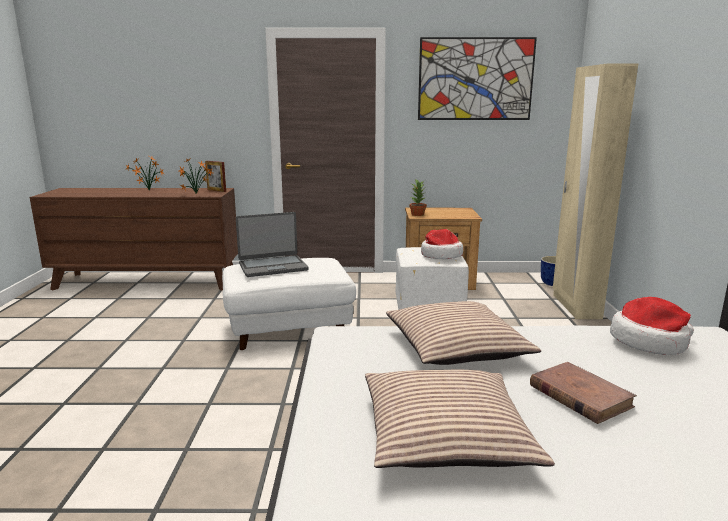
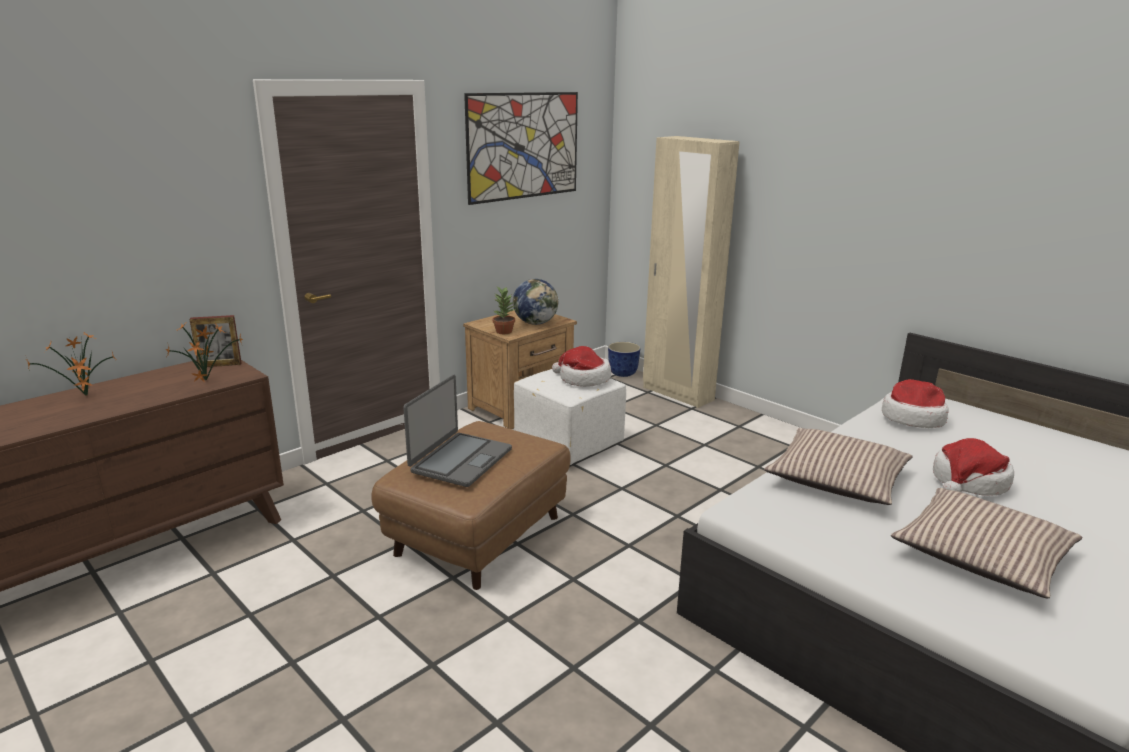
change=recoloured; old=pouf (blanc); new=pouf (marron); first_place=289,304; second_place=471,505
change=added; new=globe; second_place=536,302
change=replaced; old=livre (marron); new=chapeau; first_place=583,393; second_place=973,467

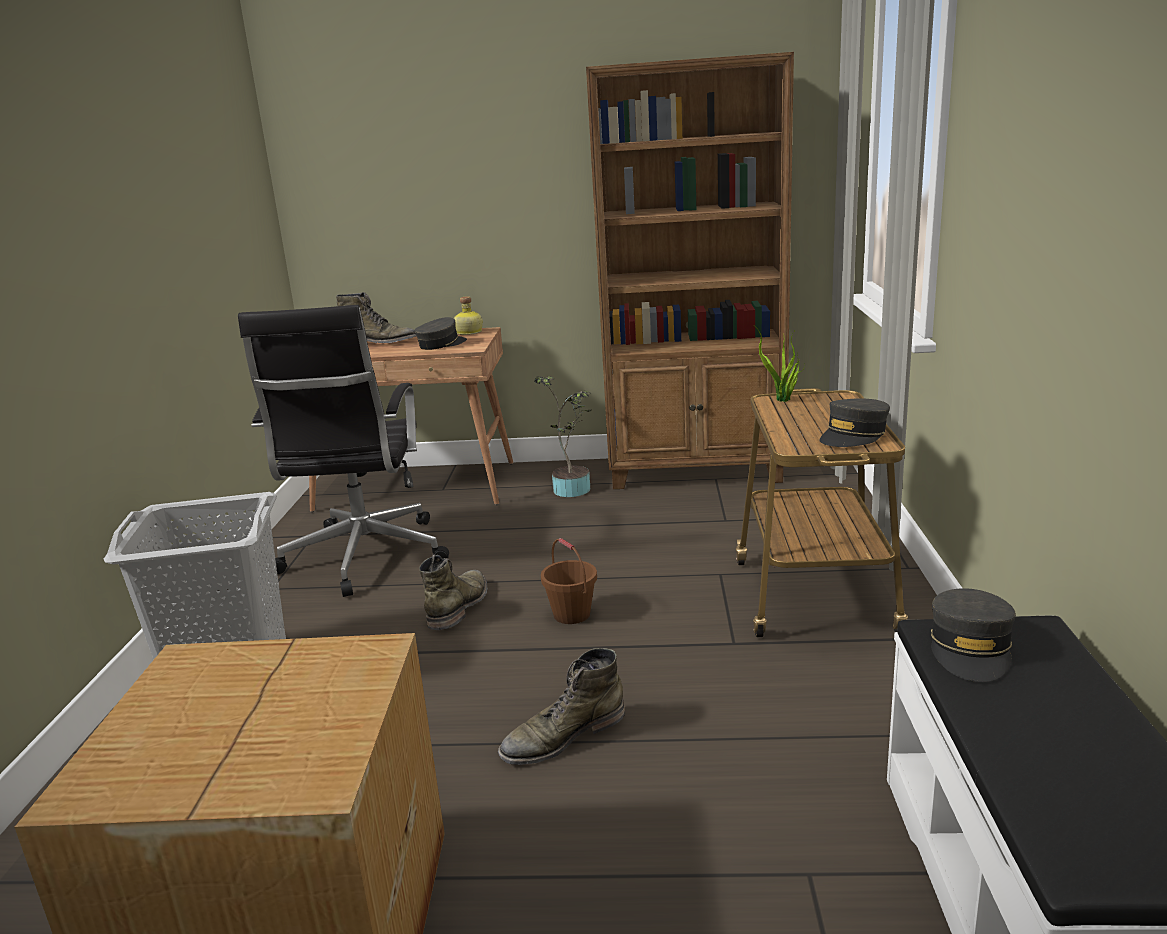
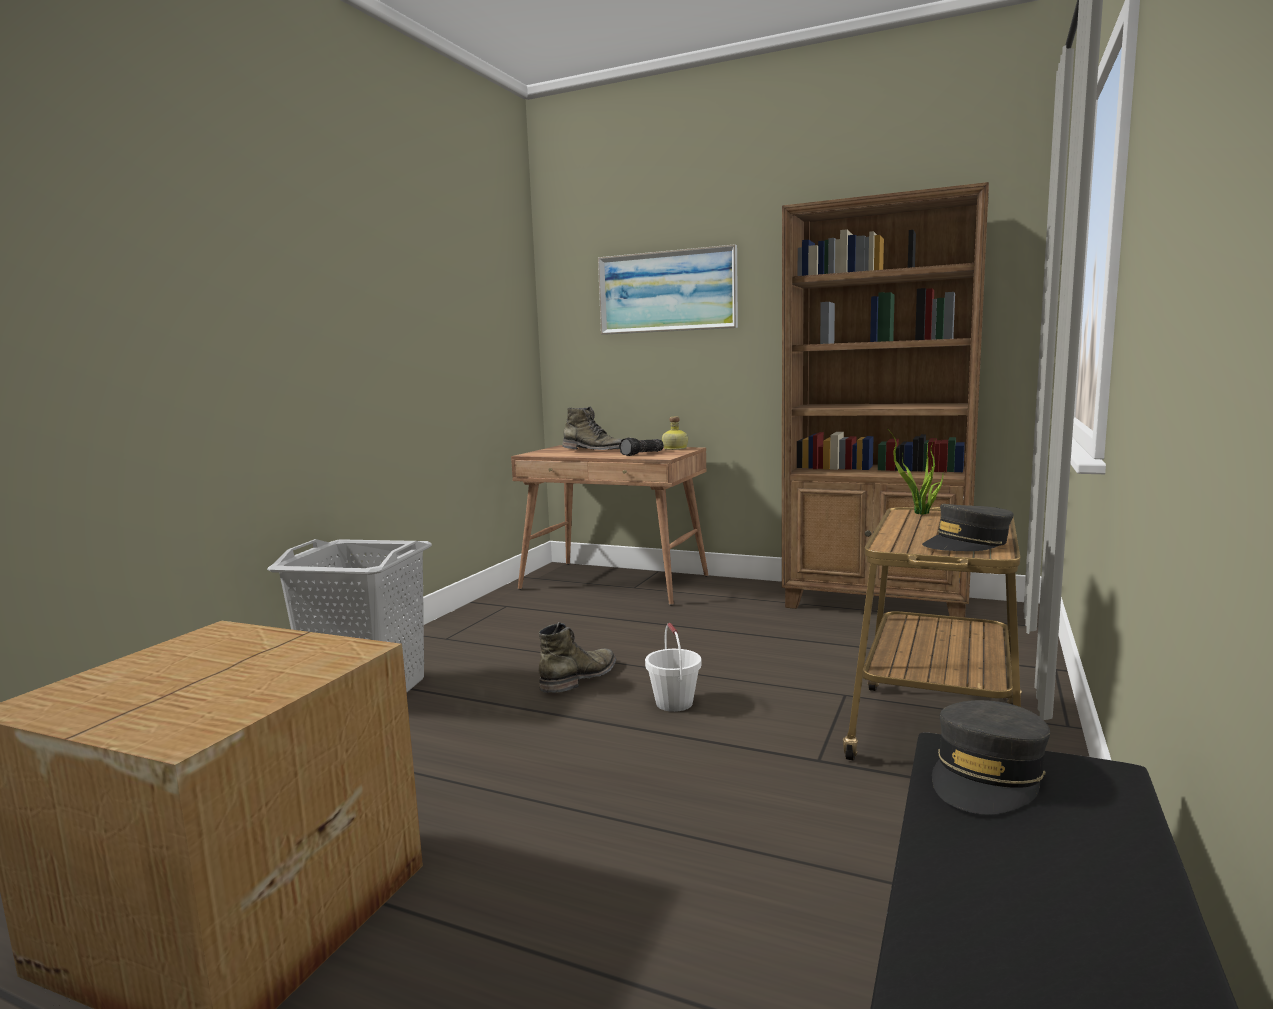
change=added; new=tableau; second_place=668,289
change=replaced; old=casquette (gris); new=lampe de poche; first_place=440,333; second_place=641,447
change=recoloured; old=seau (marron); new=seau (blanc); first_place=569,581; second_place=673,667
change=removed; old=chaise de bureau (noir); first_place=343,451
change=removed; old=botte (vert); first_place=561,706
change=removed; old=plante en pot; first_place=562,436

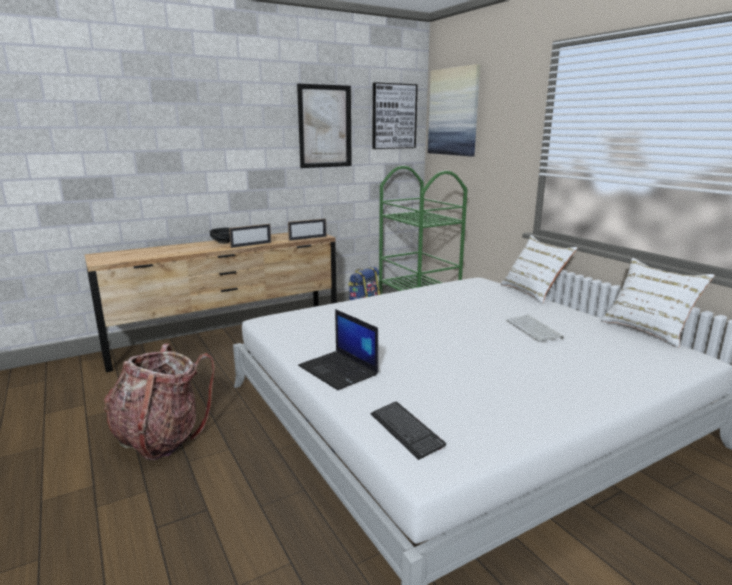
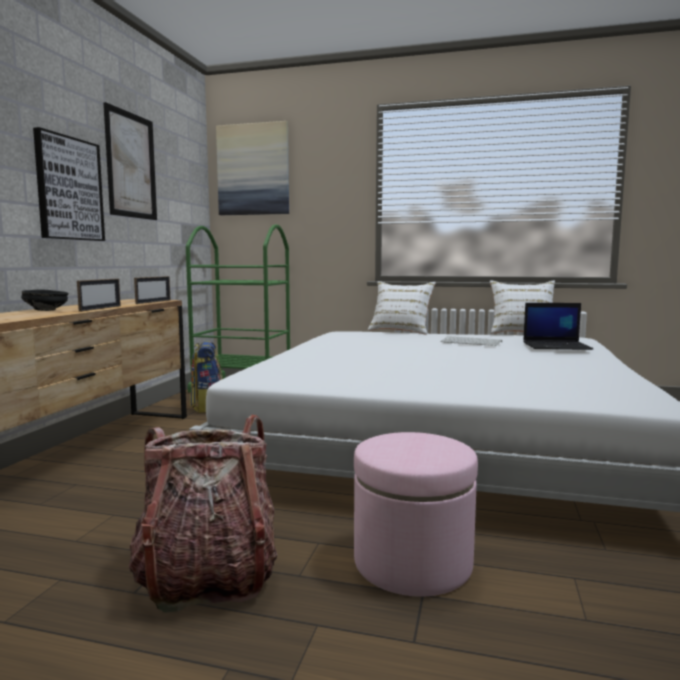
change=moved; old=tableau; first_place=395,115; second_place=69,184
change=added; new=pouf (rose); second_place=416,514
change=moved; old=ordinateur portable; first_place=338,349; second_place=558,326
change=removed; old=clavier; first_place=408,431

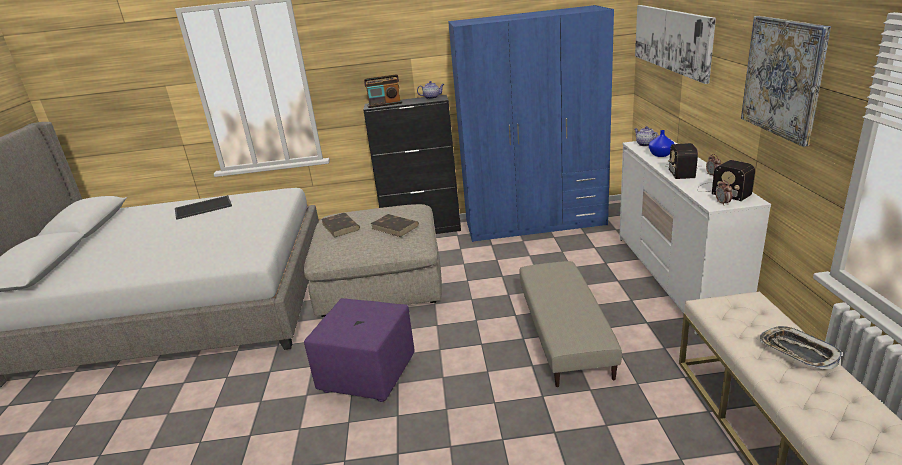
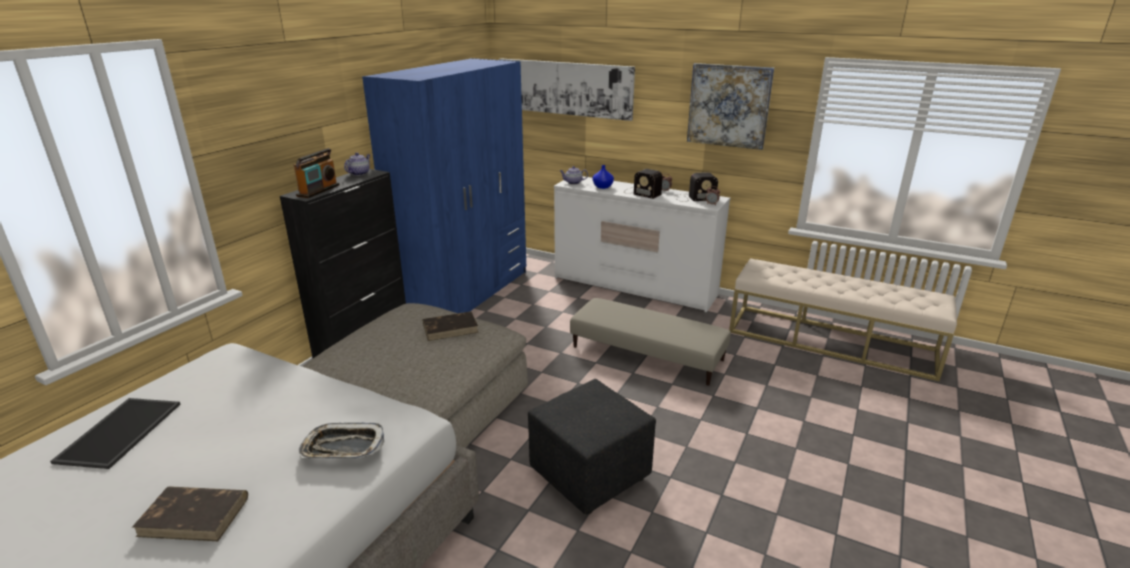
change=moved; old=livre (marron); first_place=340,225; second_place=190,513
change=moved; old=plateau; first_place=801,347; second_place=341,441
change=recoloured; old=pouf (violet); new=pouf (noir); first_place=359,350; second_place=592,446

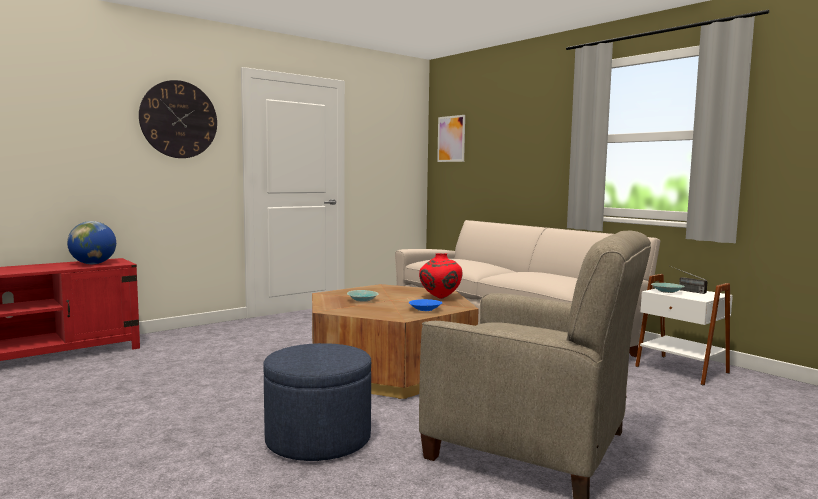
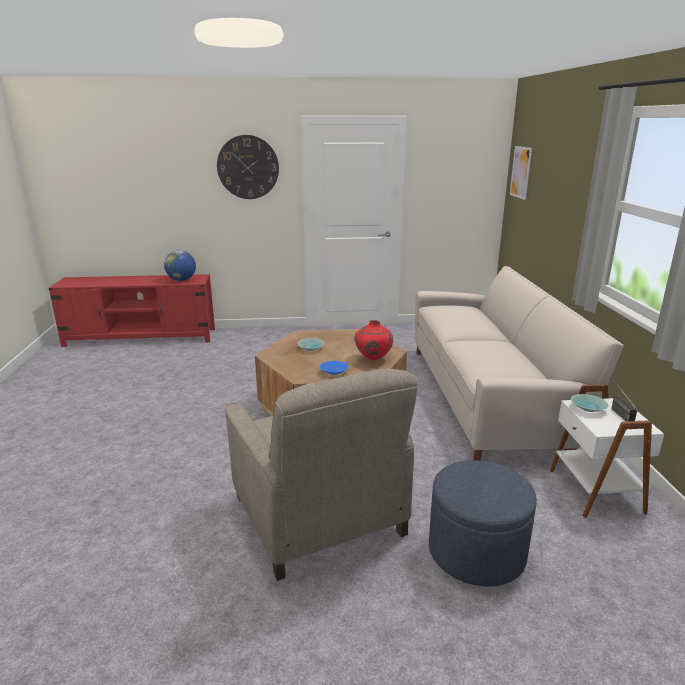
change=moved; old=pouf (bleu); first_place=317,402; second_place=483,523

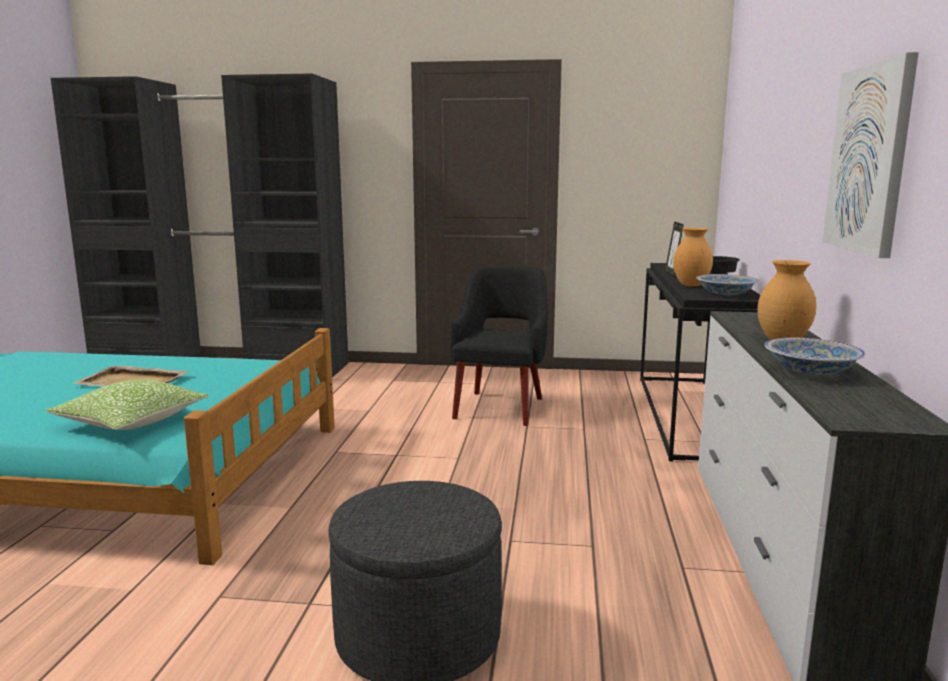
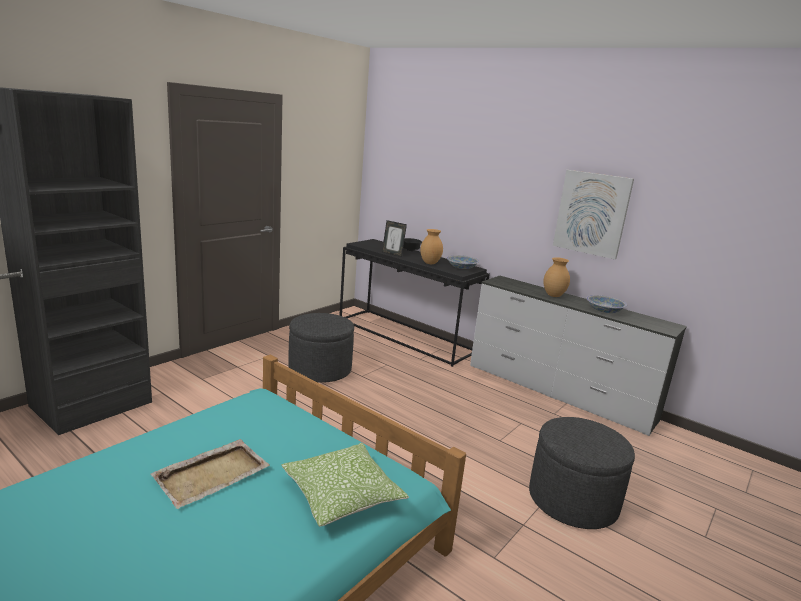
change=replaced; old=fauteuil (noir); new=pouf (gris); first_place=498,346; second_place=321,348

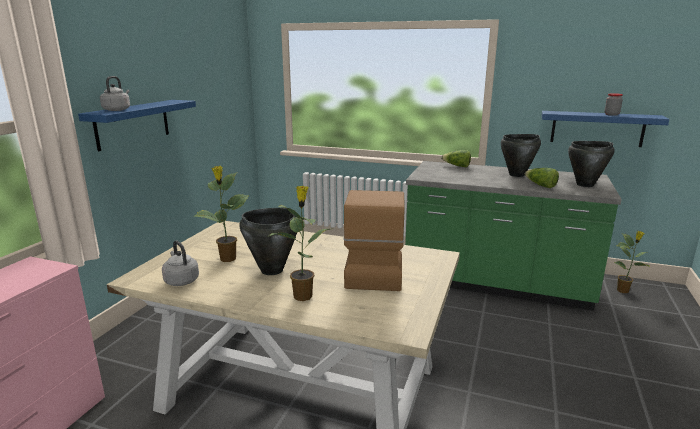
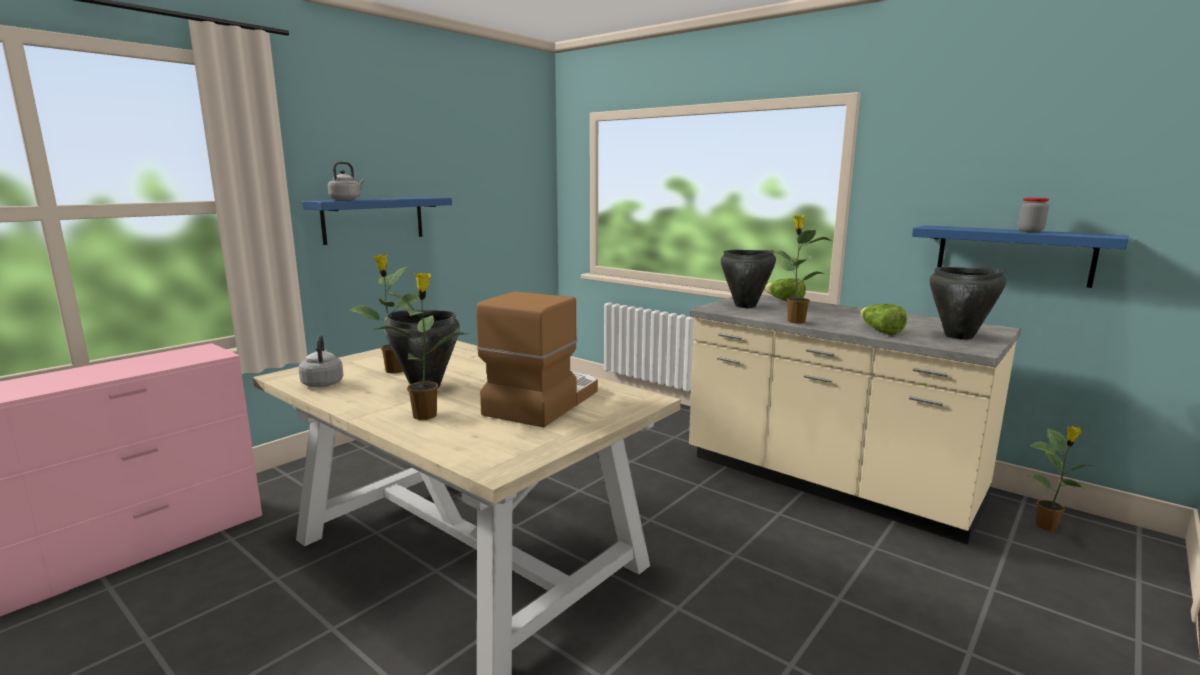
change=recoloured; old=comptoir de cuisine (vert); new=comptoir de cuisine (beige); first_place=513,236; second_place=855,420
change=moved; old=marmite (noir); first_place=521,155; second_place=748,279
change=added; new=plante en pot; second_place=802,269

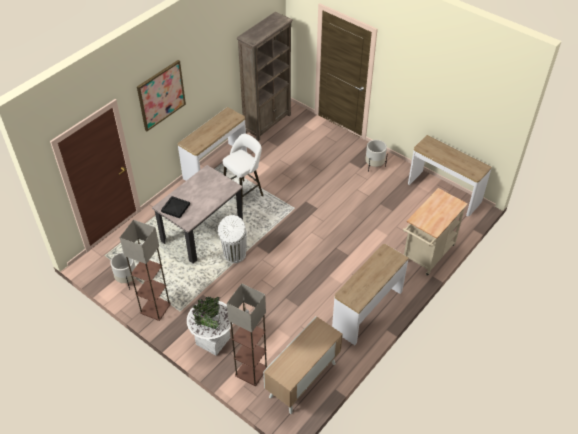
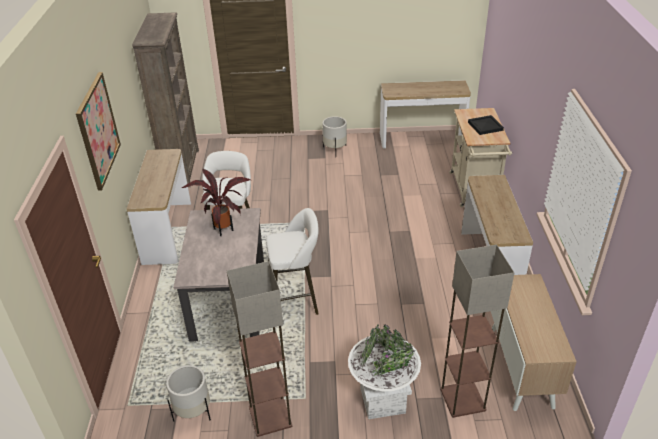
change=added; new=plante en pot; second_place=215,202
change=replaced; old=poubelle (blanc); new=tabouret (blanc); first_place=232,239; second_place=292,261
change=moved; old=plateau (noir); first_place=175,207; second_place=486,125

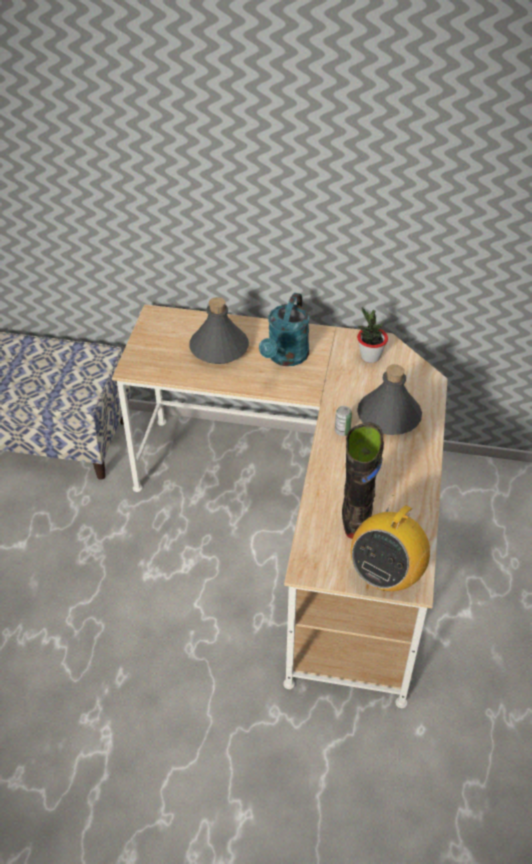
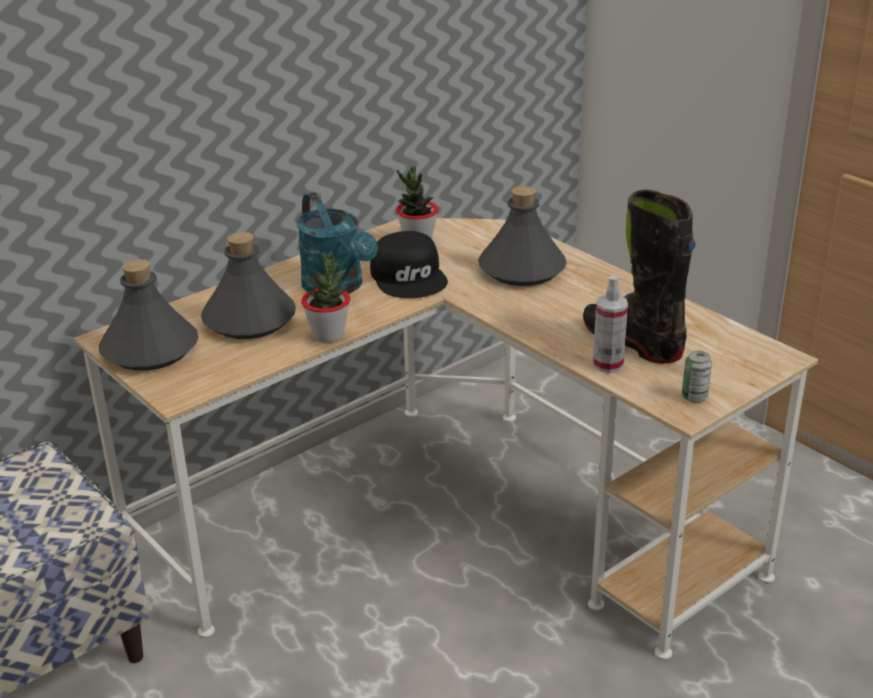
change=added; new=bouteille (gris); second_place=148,315
change=added; new=plante en pot; second_place=325,297
change=added; new=casquette (noir); second_place=409,264
change=added; new=vaporisateur; second_place=610,324
change=moved; old=boîte métallique; first_place=343,421; second_place=697,377
change=removed; old=radio; first_place=390,543

